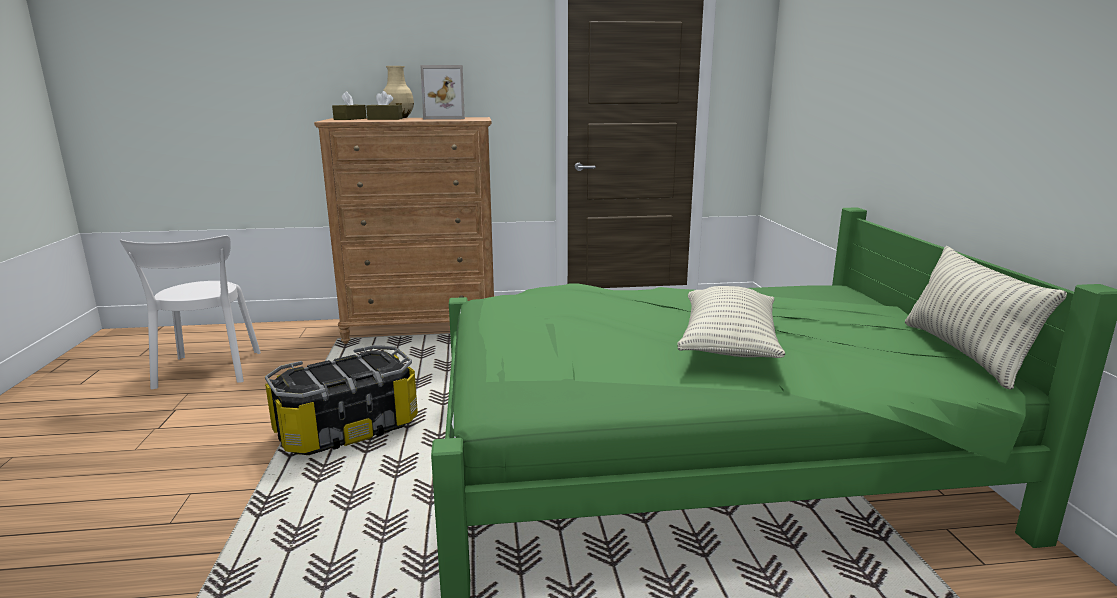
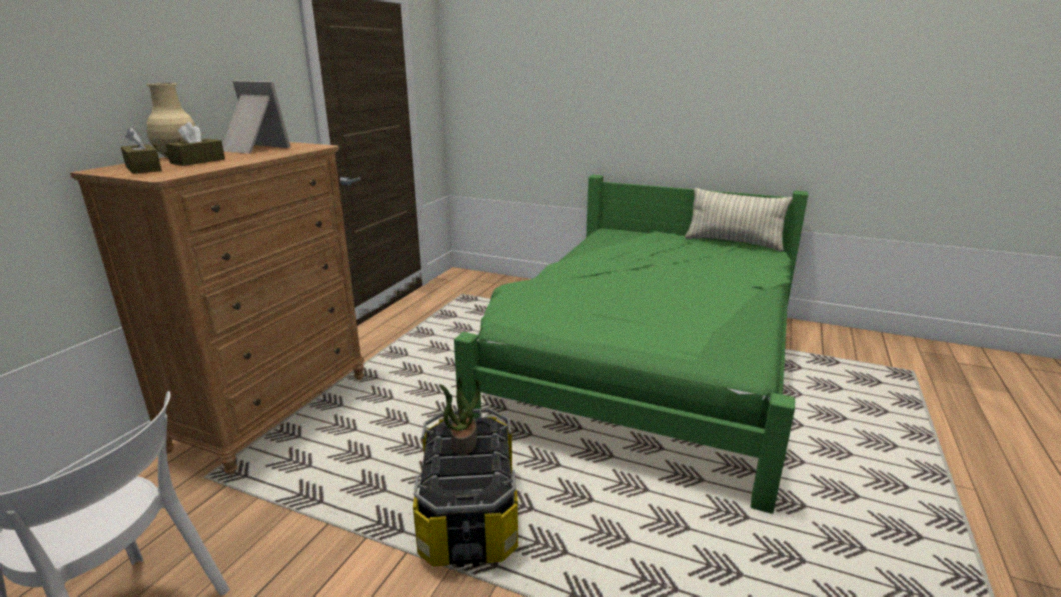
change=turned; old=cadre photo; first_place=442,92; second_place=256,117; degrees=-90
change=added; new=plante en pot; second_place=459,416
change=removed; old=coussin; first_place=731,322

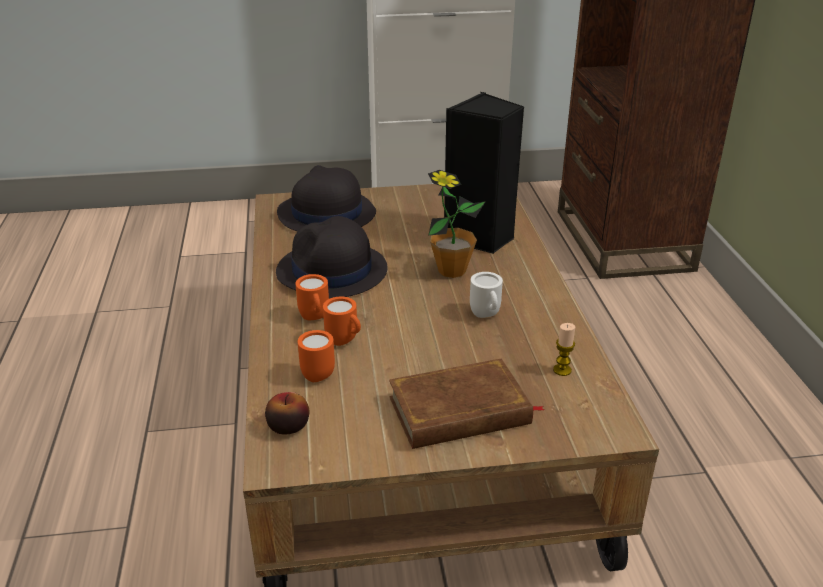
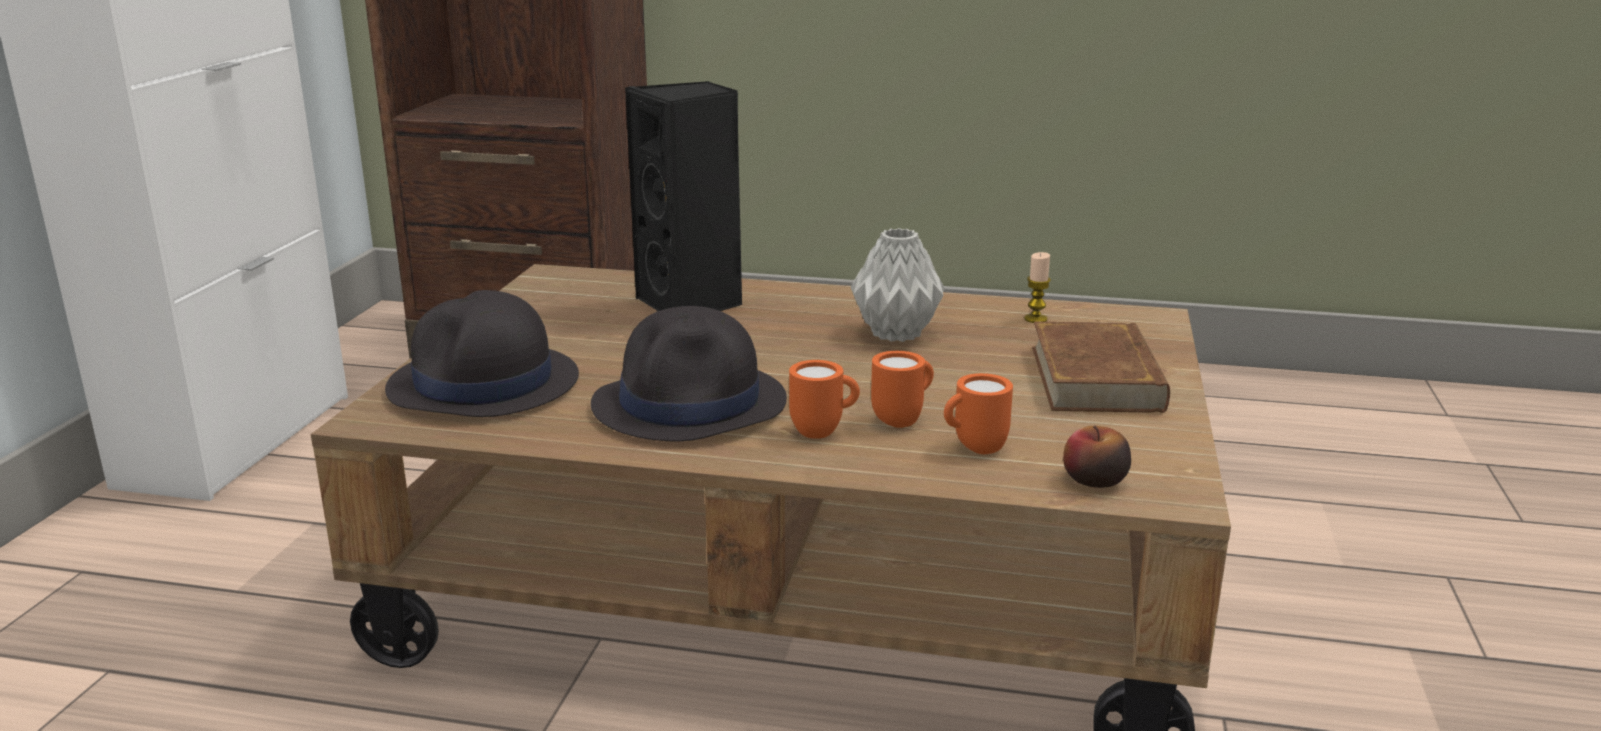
change=replaced; old=mug (blanc); new=vase (gris); first_place=486,295; second_place=898,285
change=removed; old=plante en pot; first_place=457,224

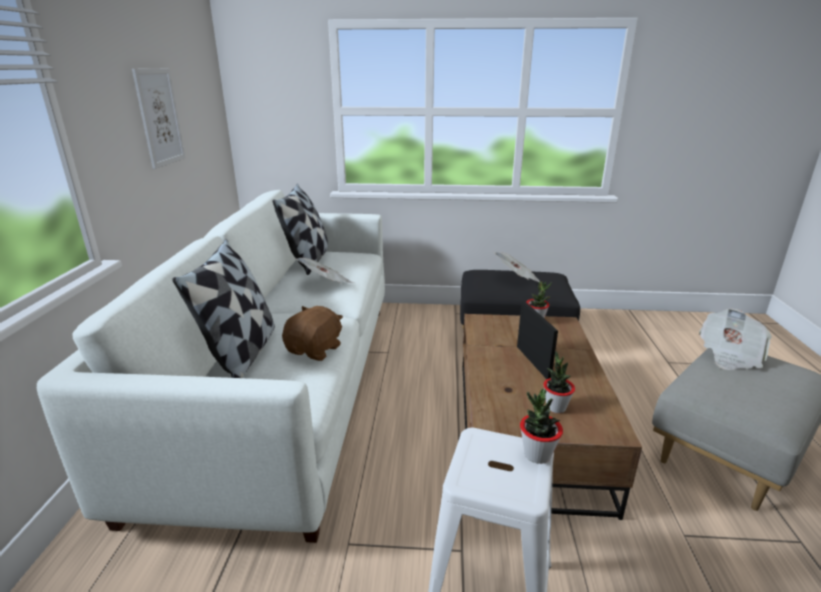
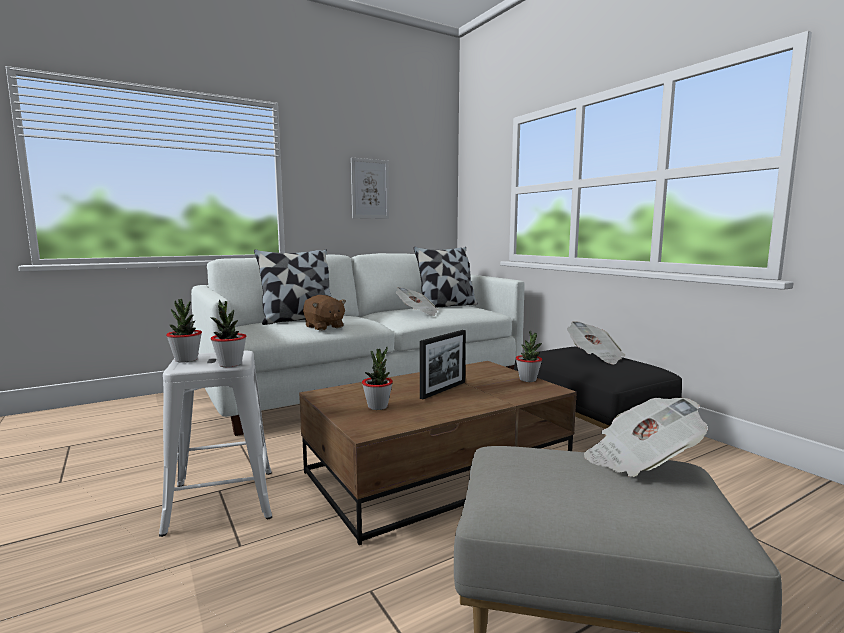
change=added; new=plante en pot; second_place=184,331
change=turned; old=peluche (marron); first_place=312,333; second_place=324,313; degrees=60

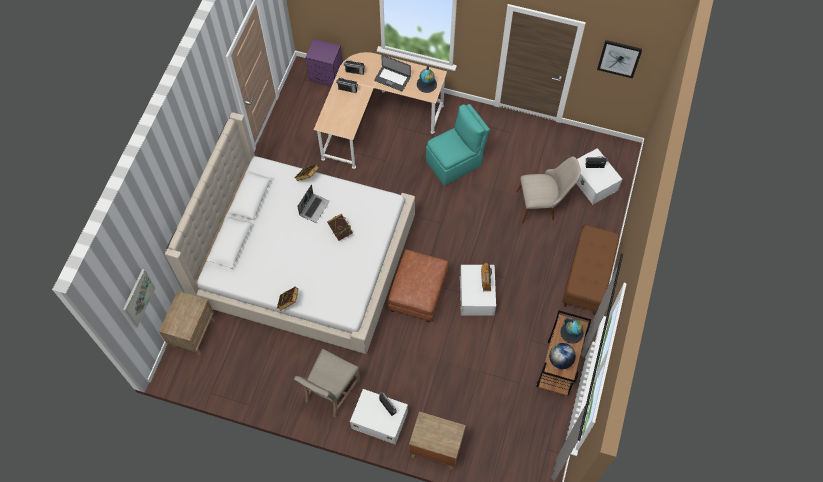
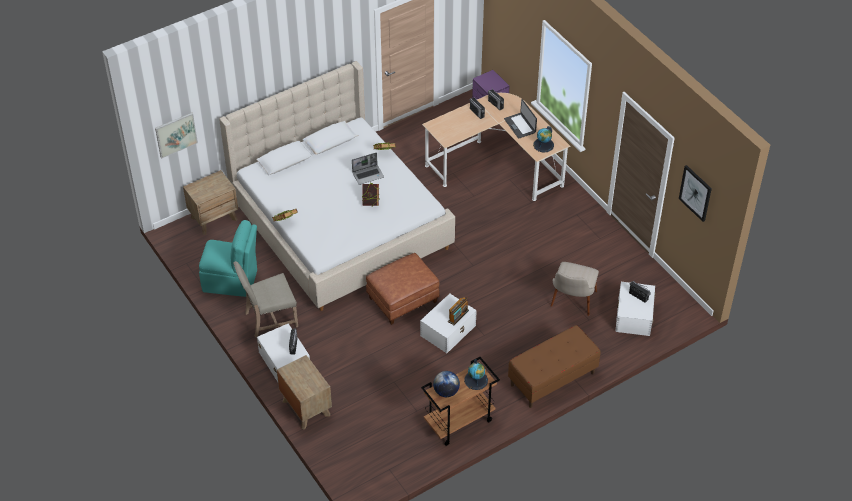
change=moved; old=chaise (turquoise); first_place=458,145; second_place=228,258
change=turned; old=chaise (beige); first_place=548,189; second_place=575,289; degrees=75

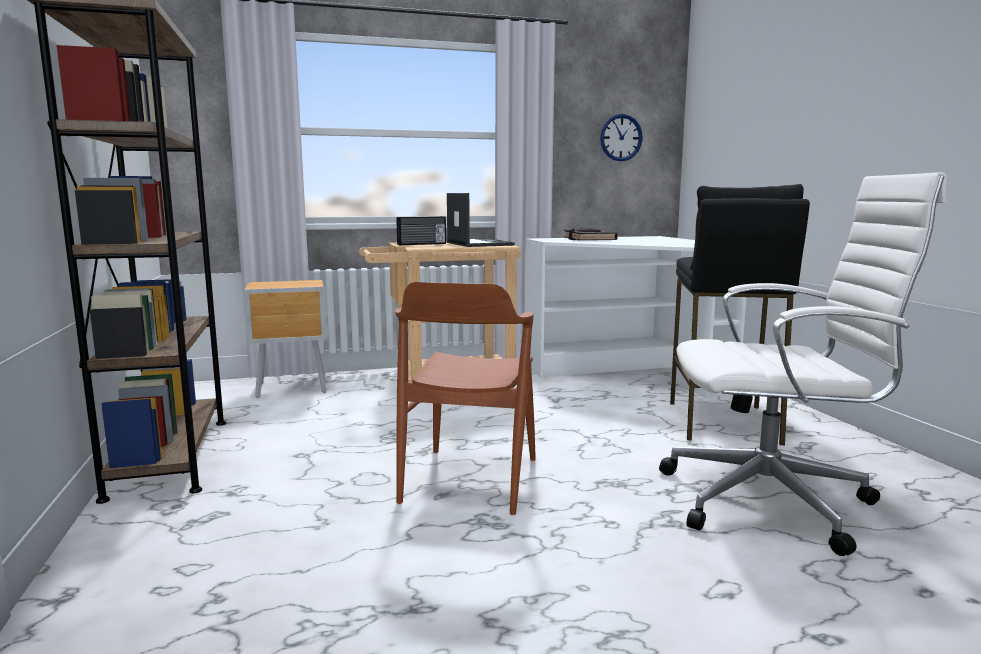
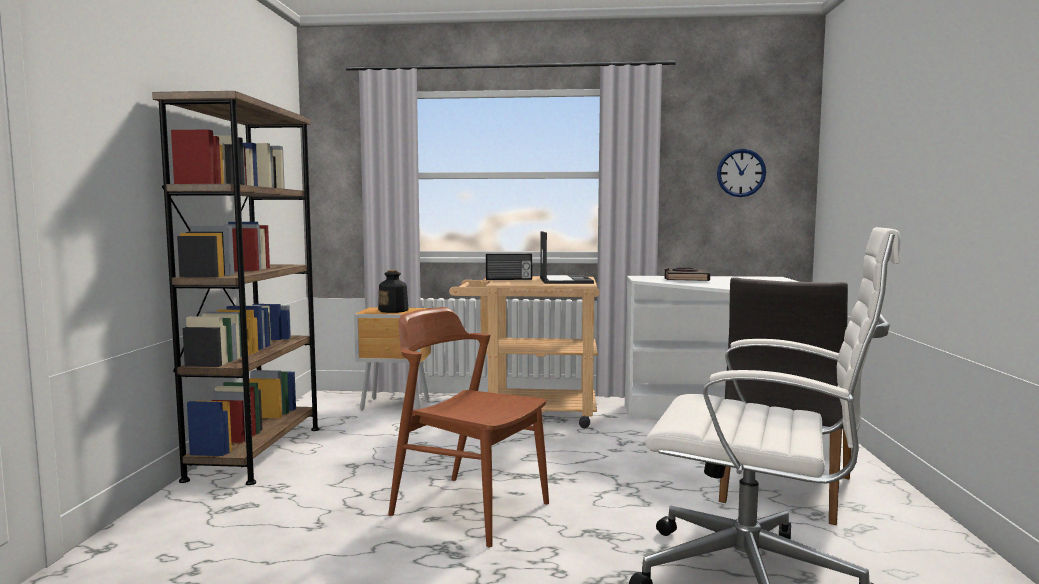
change=added; new=bouteille; second_place=393,291
change=turned; old=chaise (marron); first_place=465,398; second_place=468,427; degrees=90
change=replaced; old=tabouret (noir); new=chaise (gris); first_place=740,314; second_place=785,401

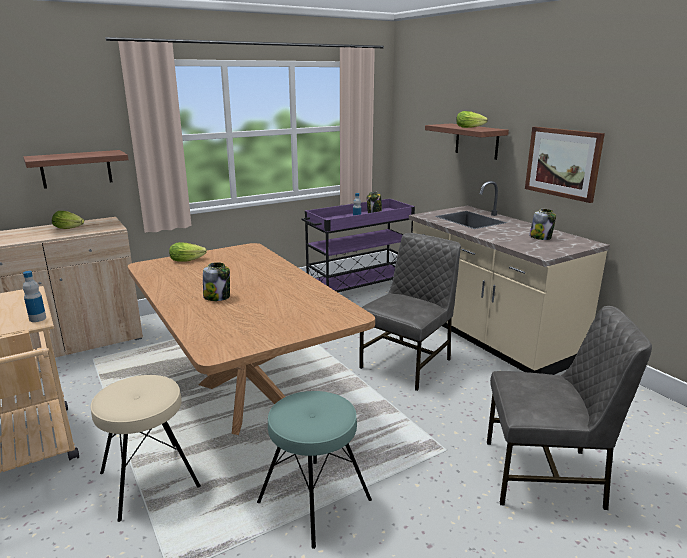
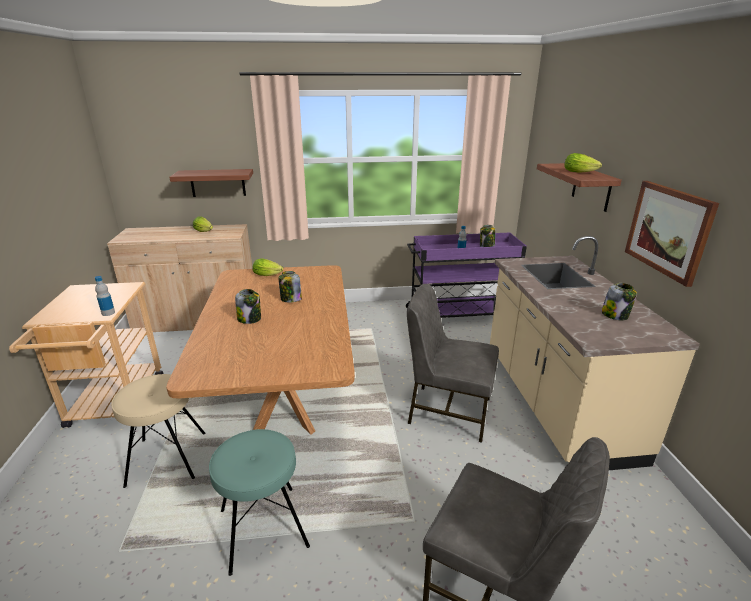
change=added; new=bocal; second_place=290,286
change=turned; old=chaise (gris); first_place=410,312; second_place=453,363; degrees=-135

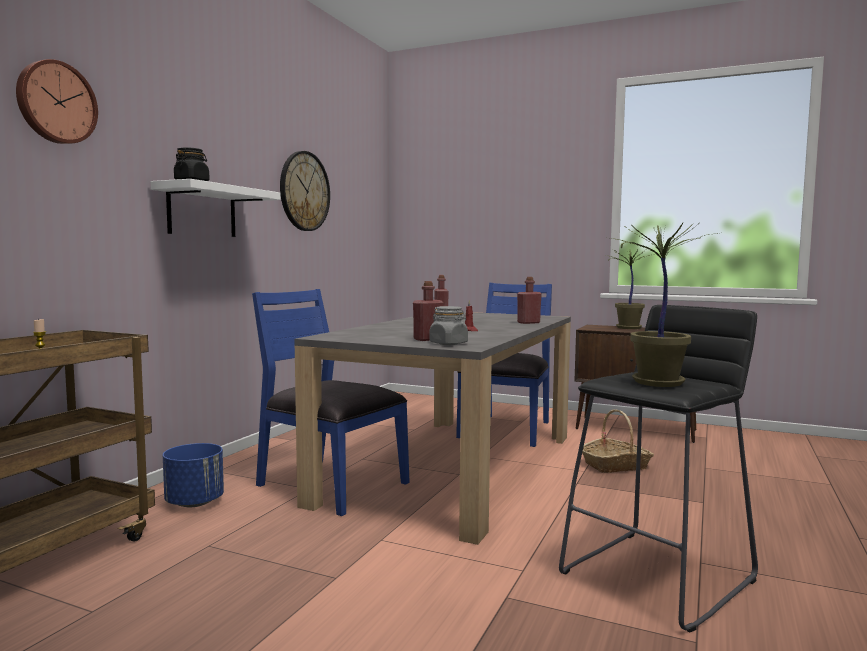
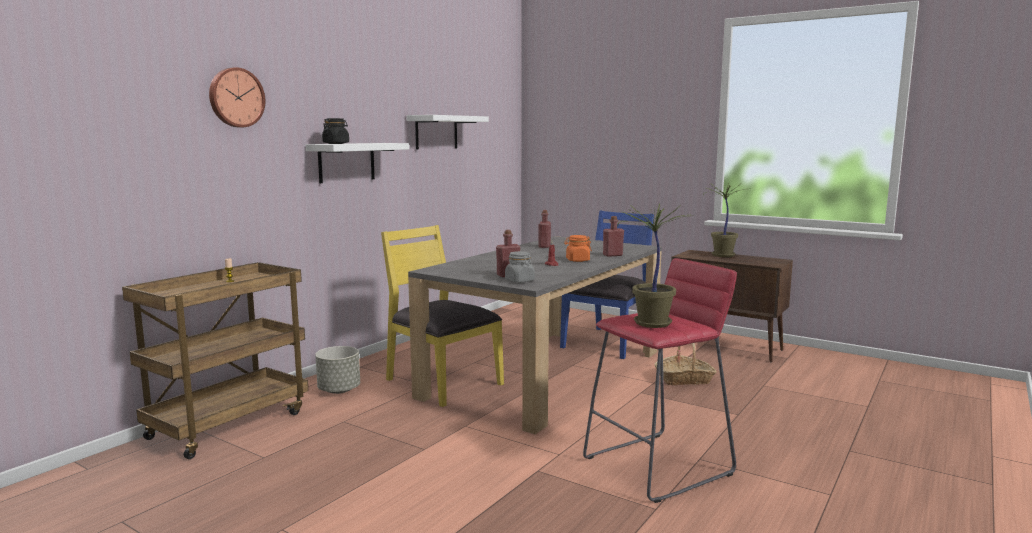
change=recoloured; old=cache-pot (bleu); new=cache-pot (gris); first_place=193,475; second_place=337,370
change=recoloured; old=chaise (bleu); new=chaise (jaune); first_place=331,402; second_place=442,316
change=replaced; old=horloge murale; new=étagère (blanc); first_place=305,191; second_place=448,132
change=added; new=bocal (orange); second_place=578,248
change=recoloured; old=tabouret (noir); new=tabouret (rouge); first_place=658,469; second_place=660,380

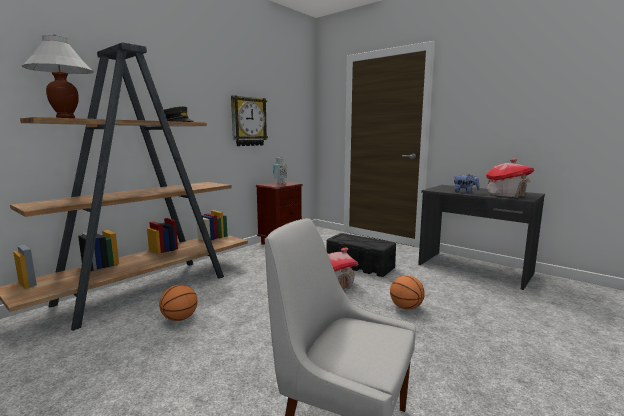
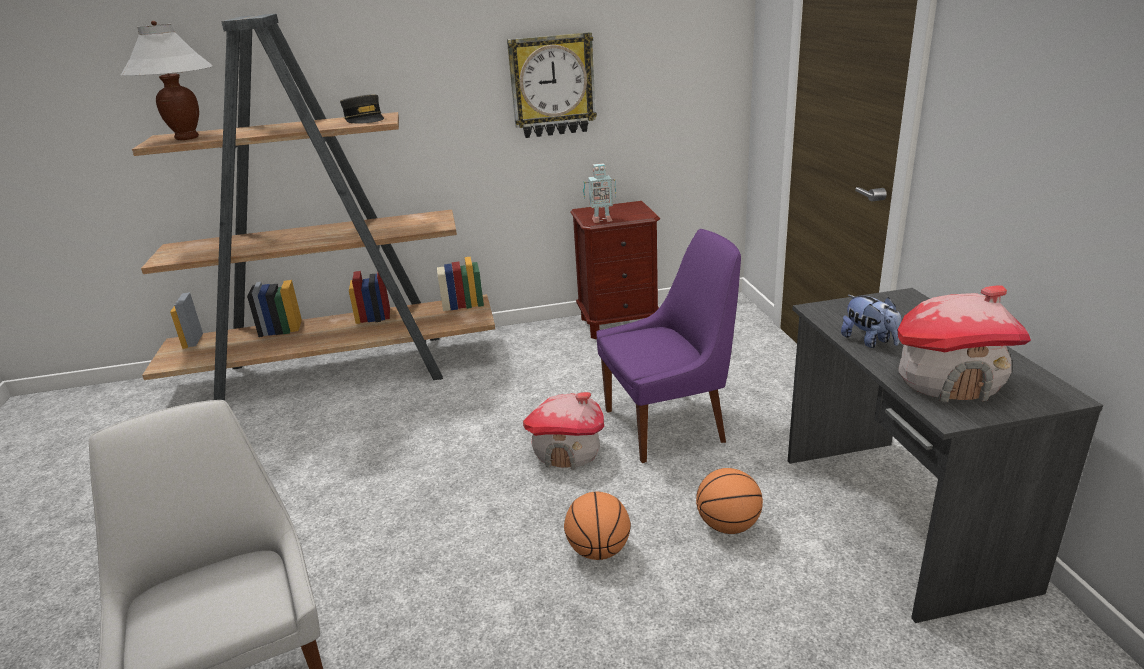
change=replaced; old=boîte de rangement (noir); new=chaise (violet); first_place=361,255; second_place=668,346
change=moved; old=ballon de basket; first_place=178,303; second_place=729,501

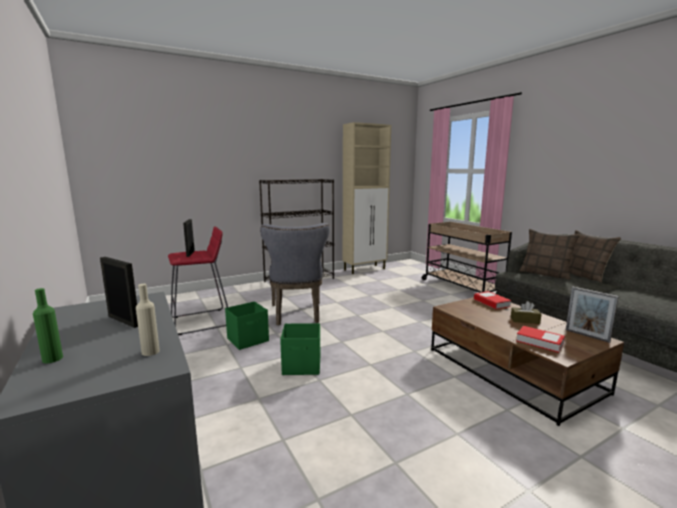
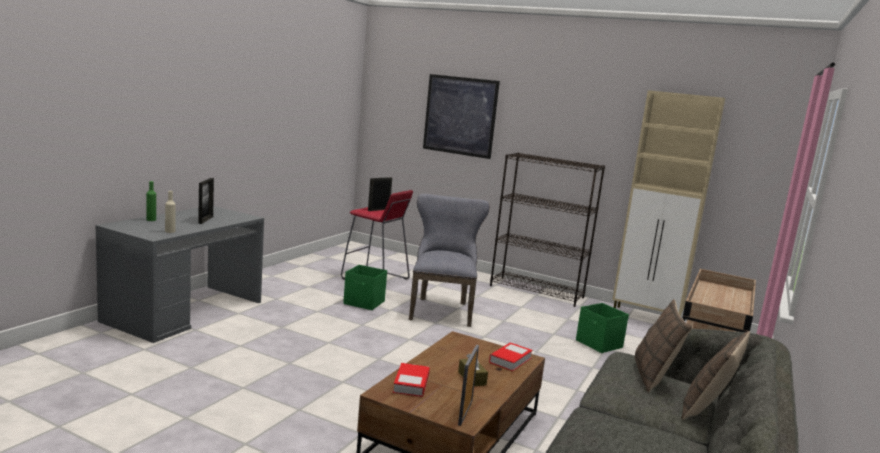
change=turned; old=chaise (gris); first_place=295,274; second_place=449,260; degrees=135
change=added; new=tableau; second_place=461,116
change=moved; old=boîte de rangement (vert); first_place=300,349; second_place=602,328

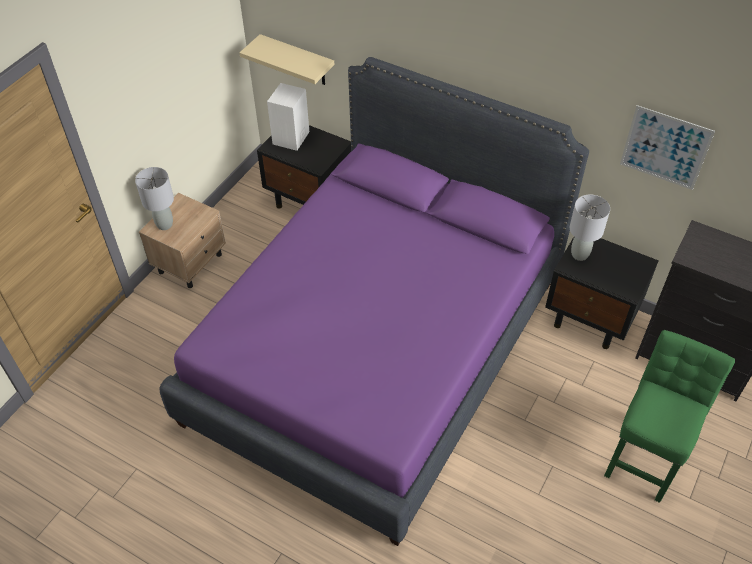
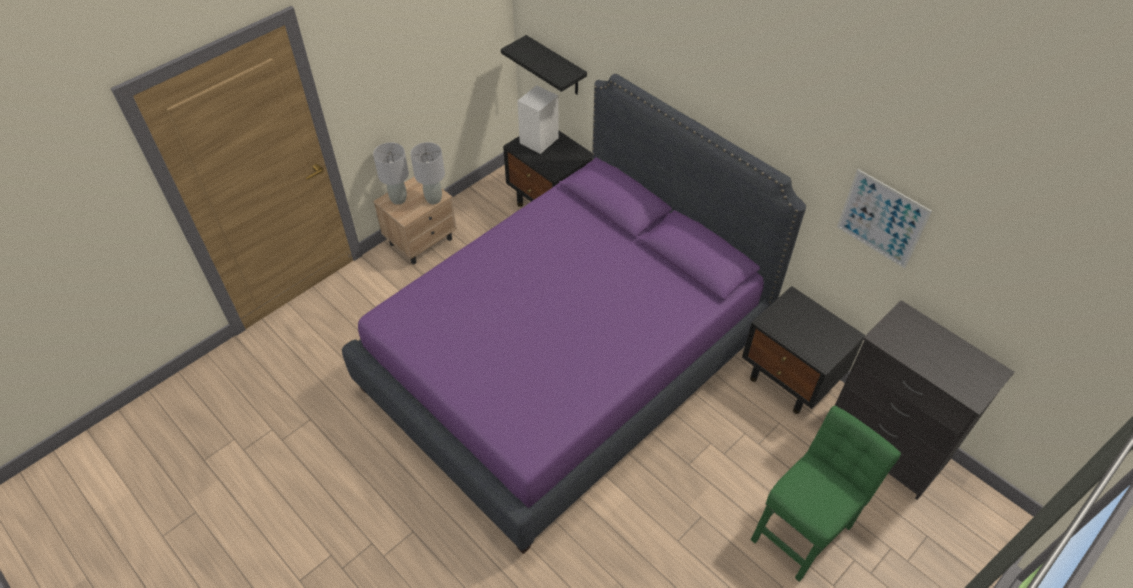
change=moved; old=lampe de table (gris); first_place=590,227; second_place=427,173
change=recoloured; old=étagère (beige); new=étagère (noir); first_place=287,59; second_place=544,64

